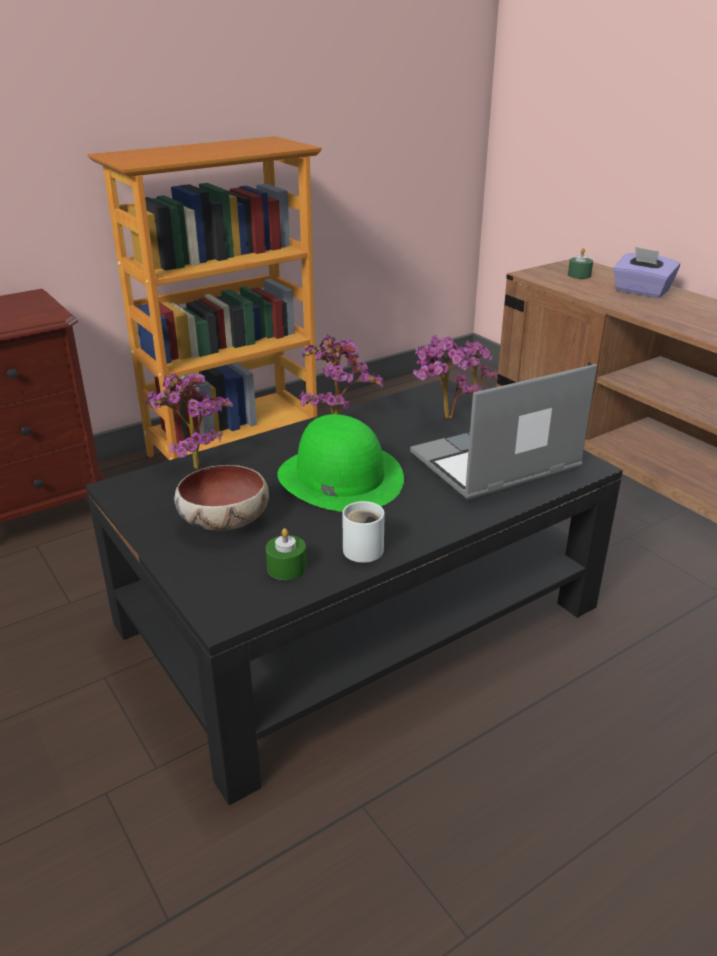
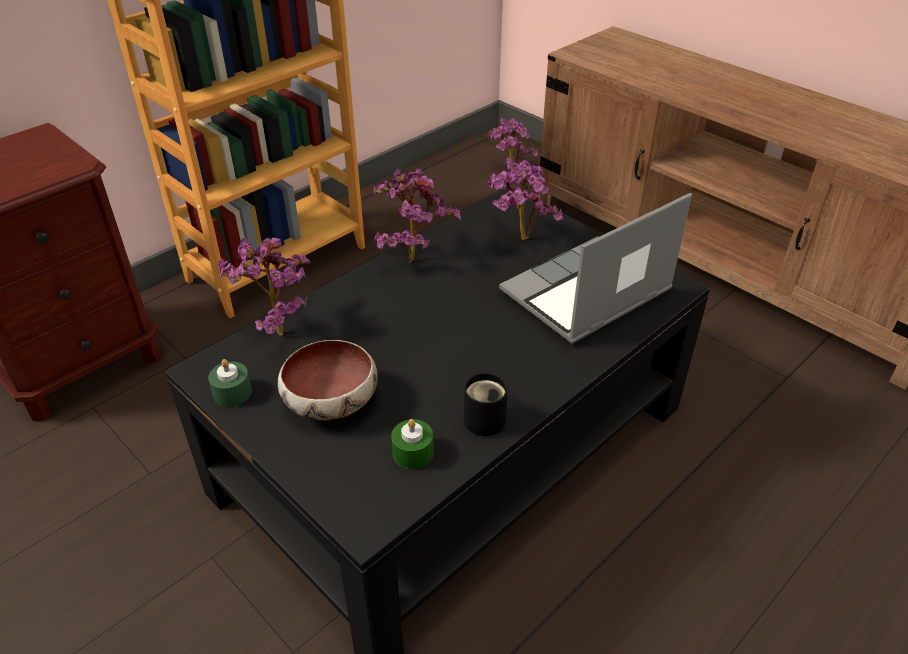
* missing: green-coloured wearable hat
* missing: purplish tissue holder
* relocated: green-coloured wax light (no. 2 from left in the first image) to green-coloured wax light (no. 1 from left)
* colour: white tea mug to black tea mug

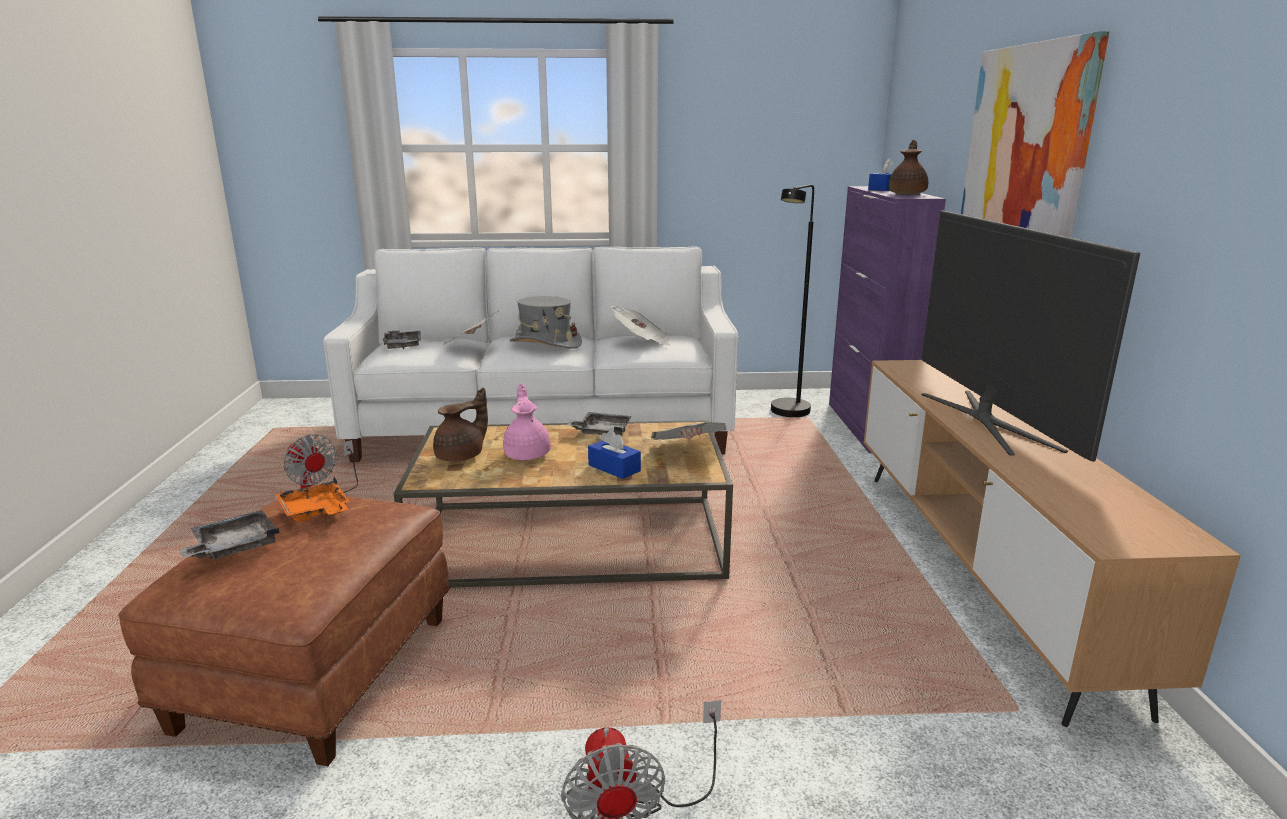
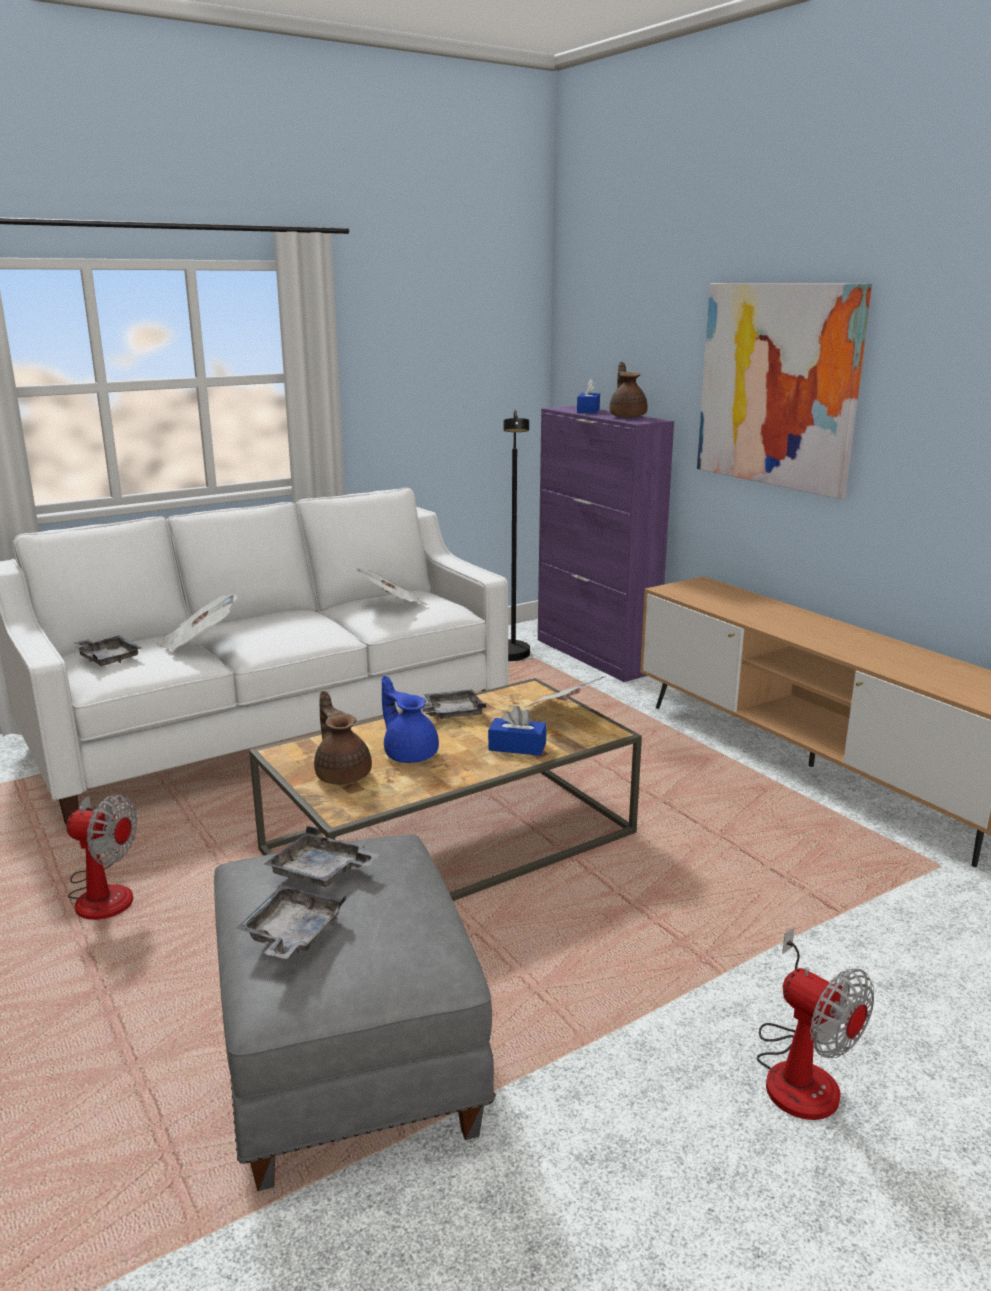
* missing: gray wearable hat
* missing: TV set
* colour: brownish ottoman to gray ottoman
* colour: orange serving tray to gray serving tray (no. 3 from left)
* colour: pink teapot to blue teapot
* spun: brownish teapot (no. 1 from left) 45 degrees counterclockwise

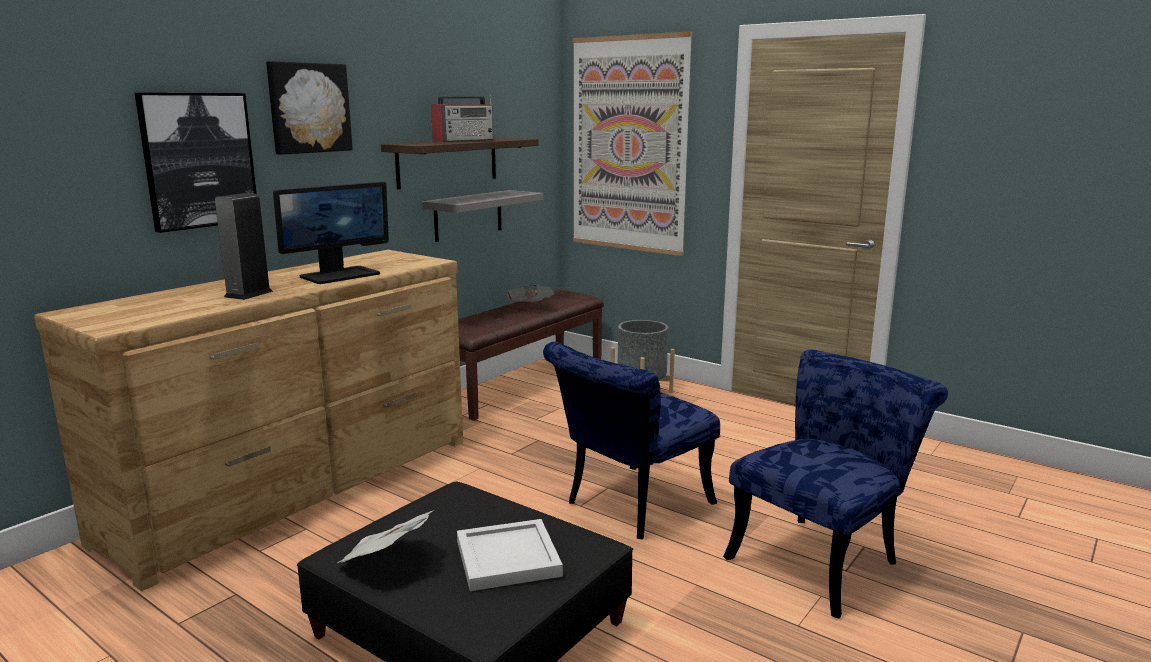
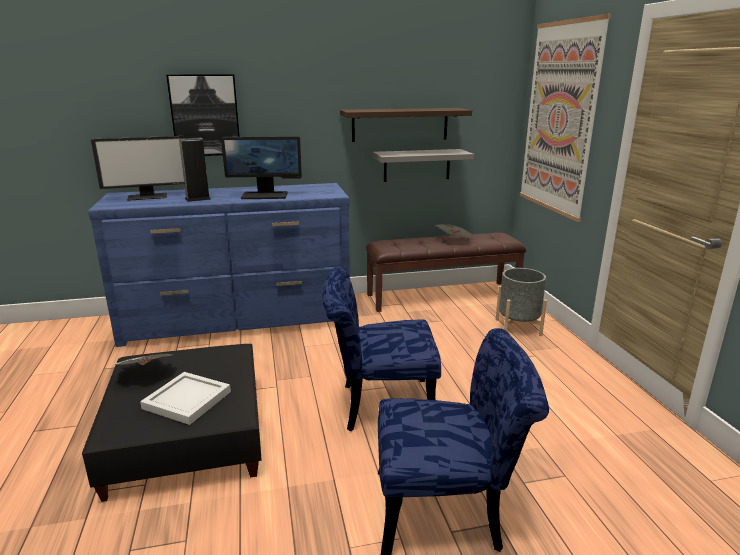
* missing: picture (no. 2 from left)
* missing: radio
* appeared: computer display (no. 1 from left)
* colour: brownish dresser to blue dresser

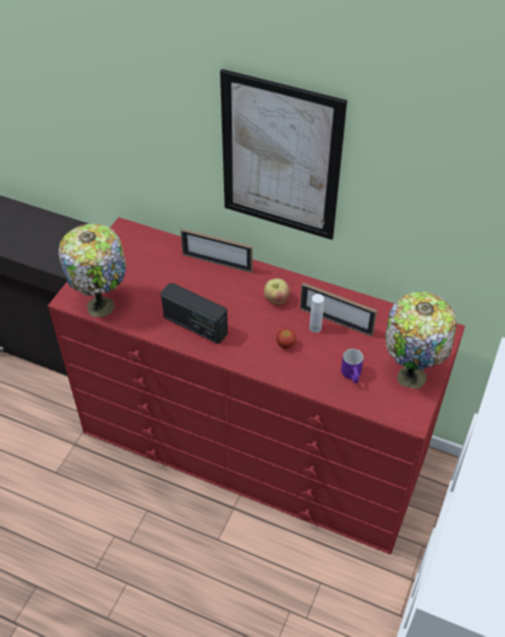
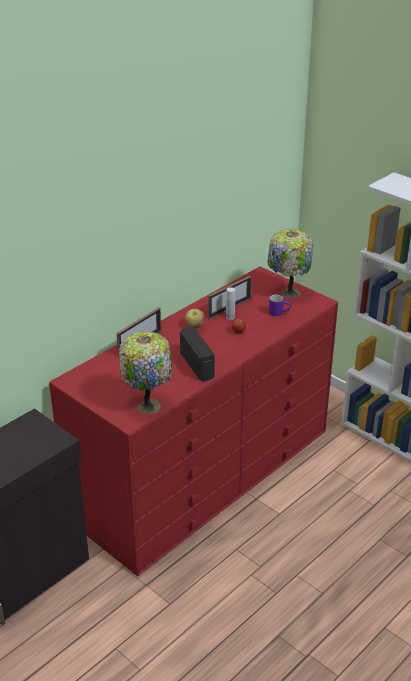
* missing: picture
* spun: radio 75 degrees counterclockwise

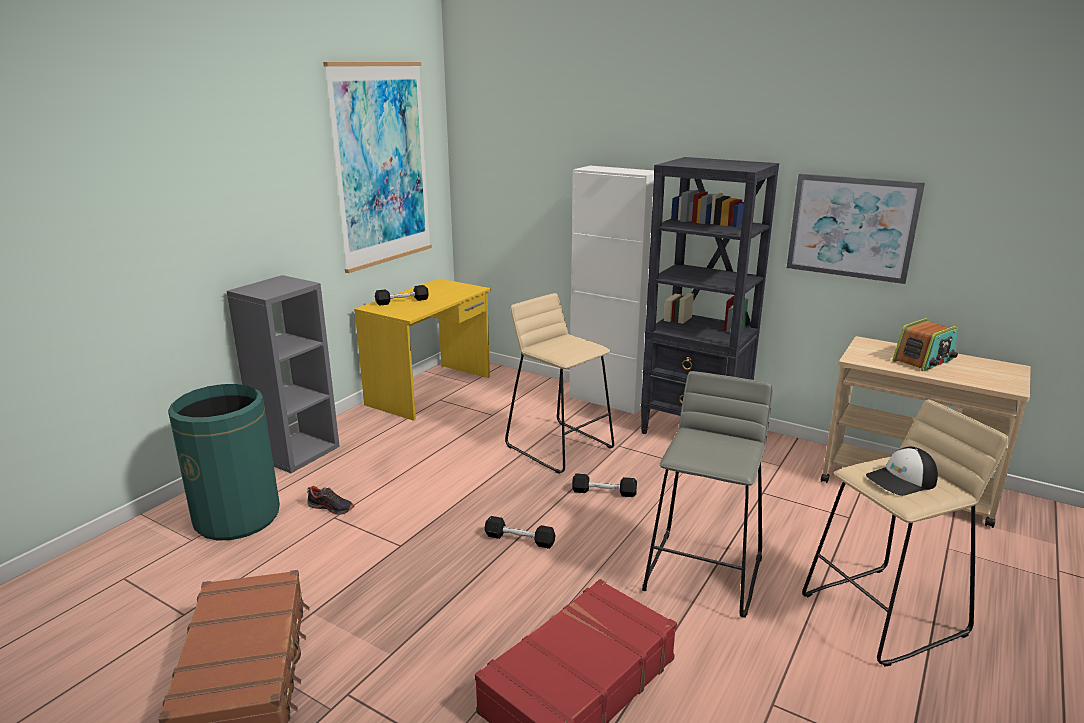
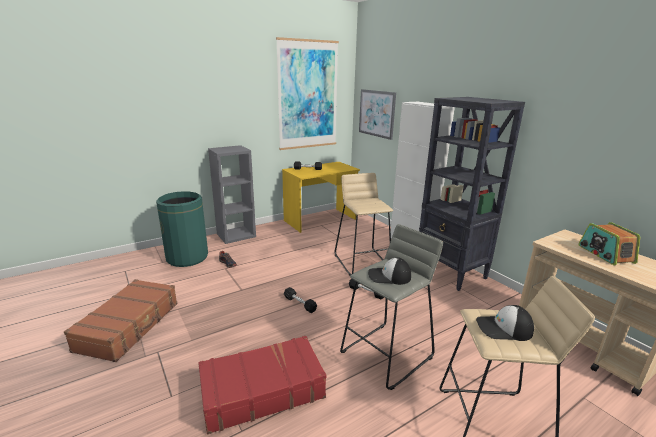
* appeared: peaked cap (no. 1 from left)
* relocated: picture (no. 2 from left)
* spun: radio 90 degrees clockwise

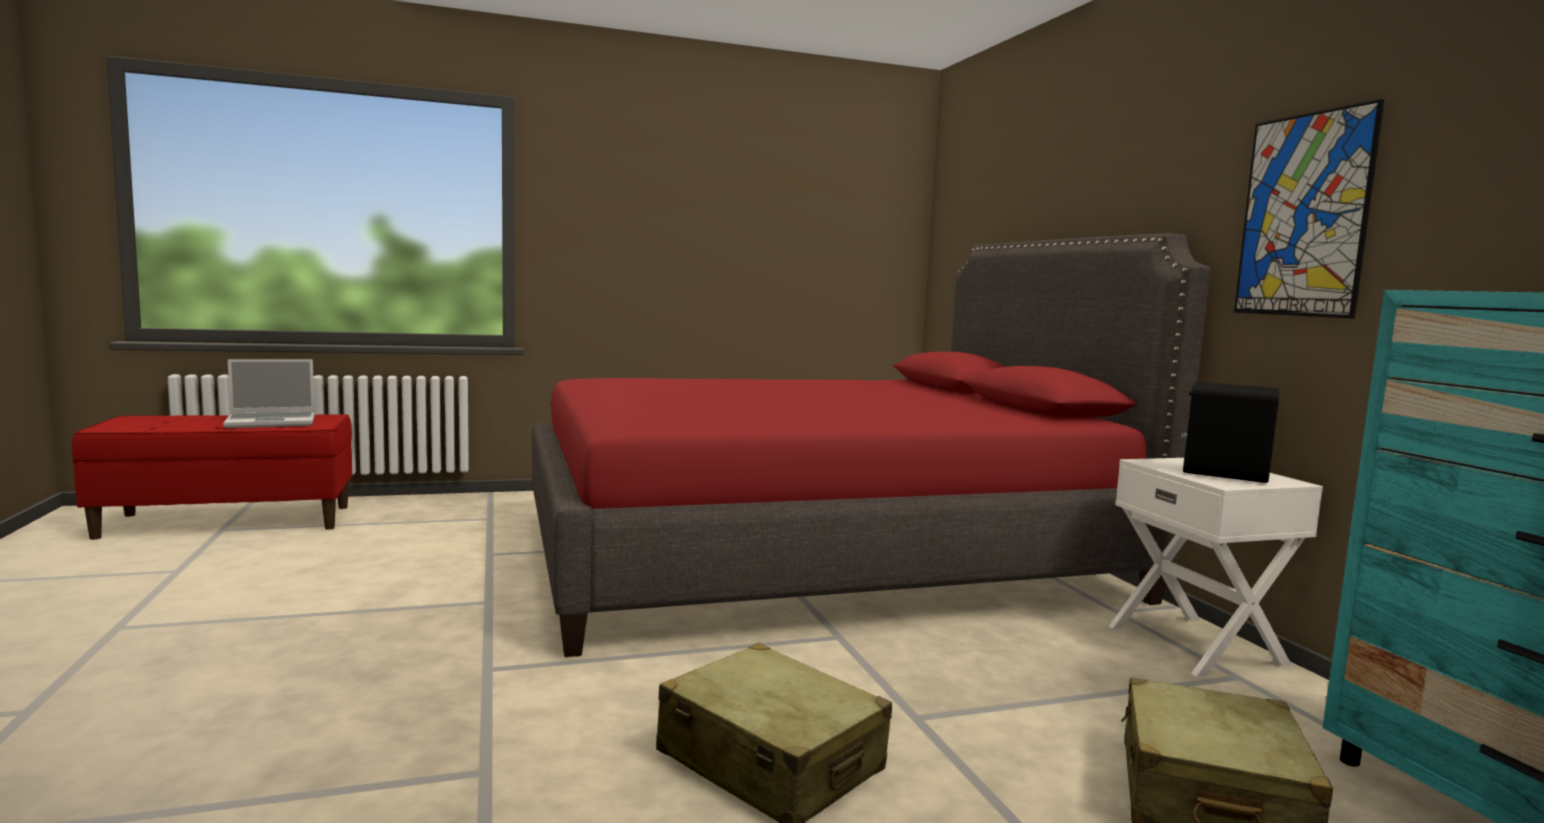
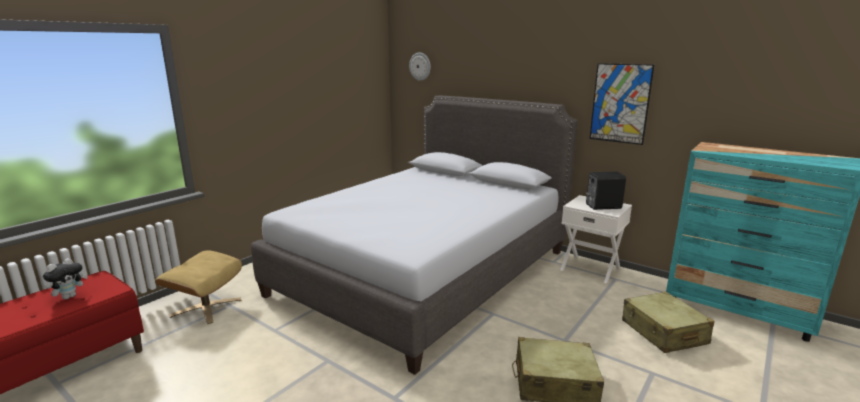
* appeared: beige-coloured ottoman
* appeared: clock on the wall
* exchanged: portable computer to plush toy
* colour: red-coloured sleeping bed to gray sleeping bed

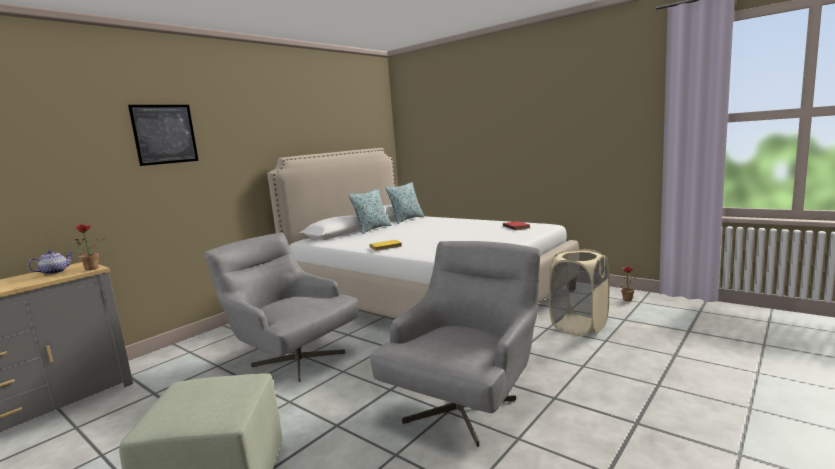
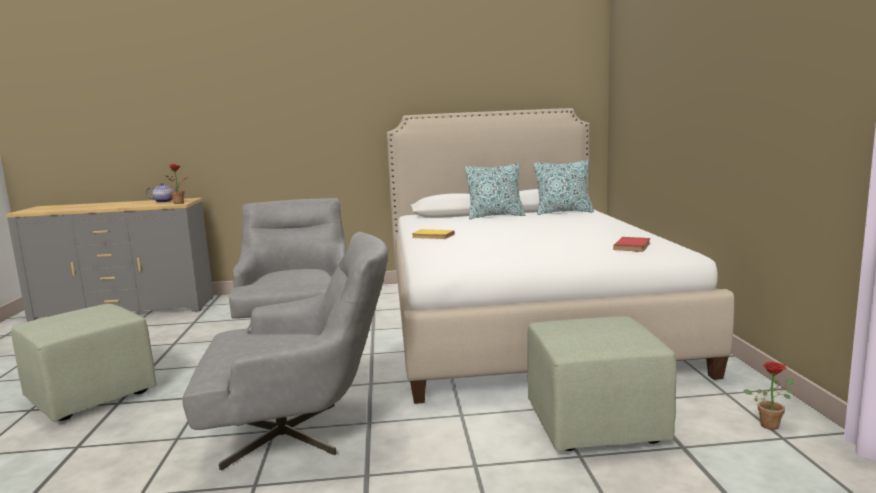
* missing: picture
* exchanged: beige-coloured washing basket to green-coloured ottoman (no. 2 from left)

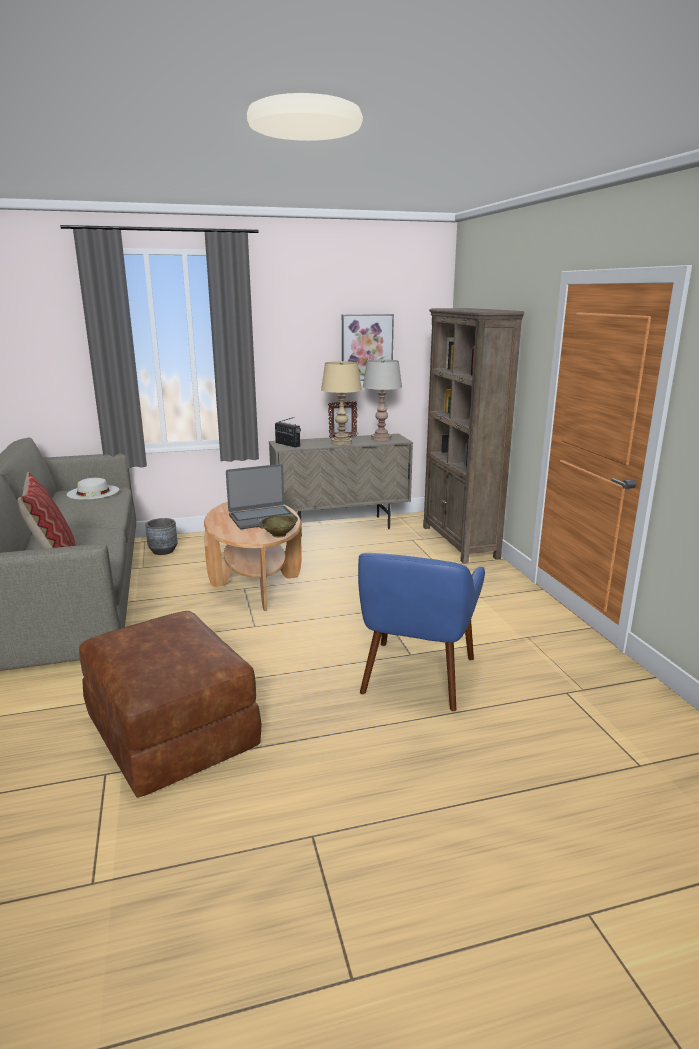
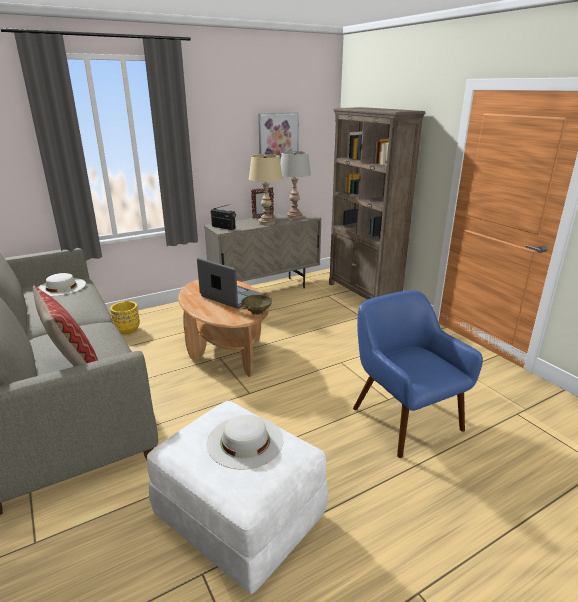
* appeared: white wearable hat (no. 2 from left)
* colour: brownish ottoman to white ottoman
* colour: gray planter to yellowish planter
* spun: portable computer 105 degrees counterclockwise
* spun: blue easy chair 150 degrees clockwise

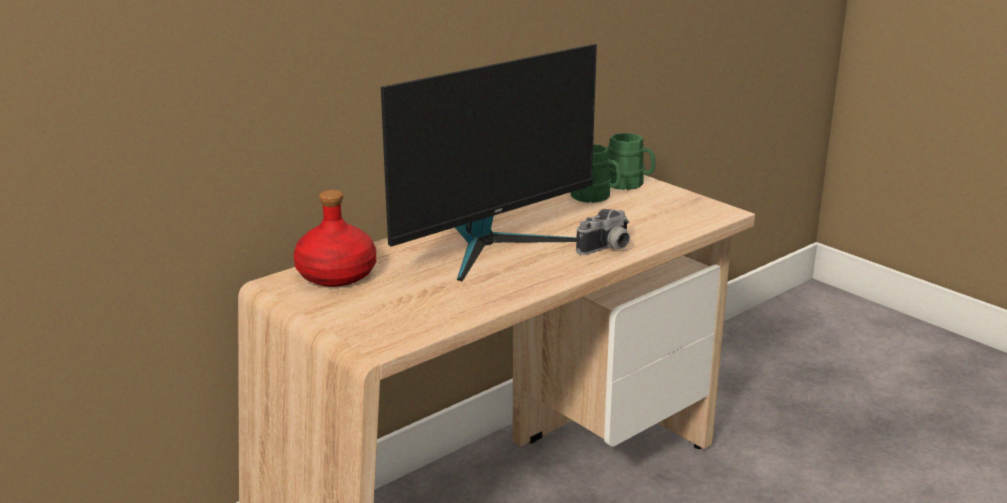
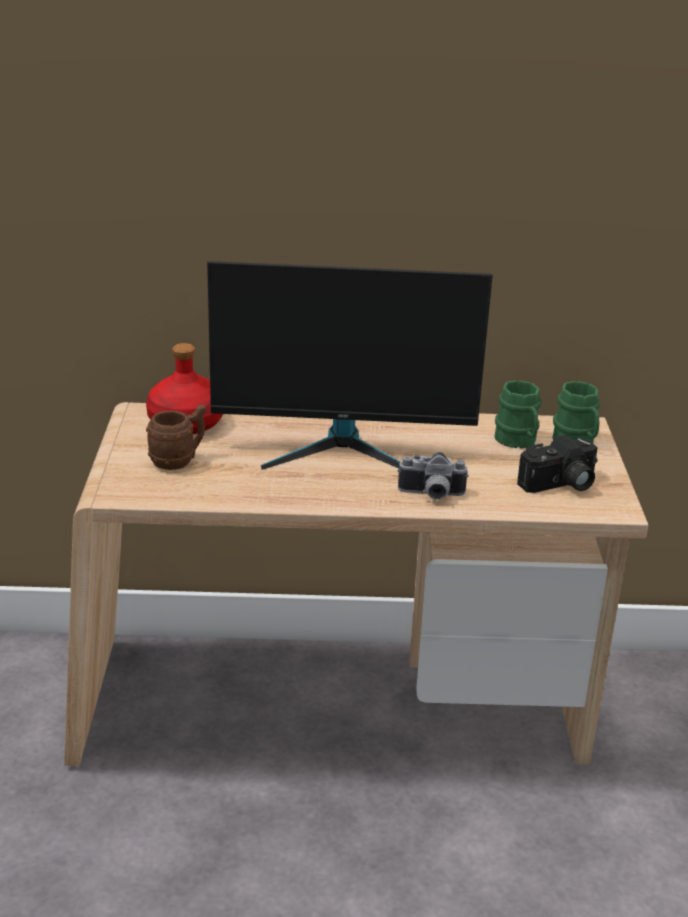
* appeared: brownish tea mug
* appeared: still camera (no. 2 from left)

